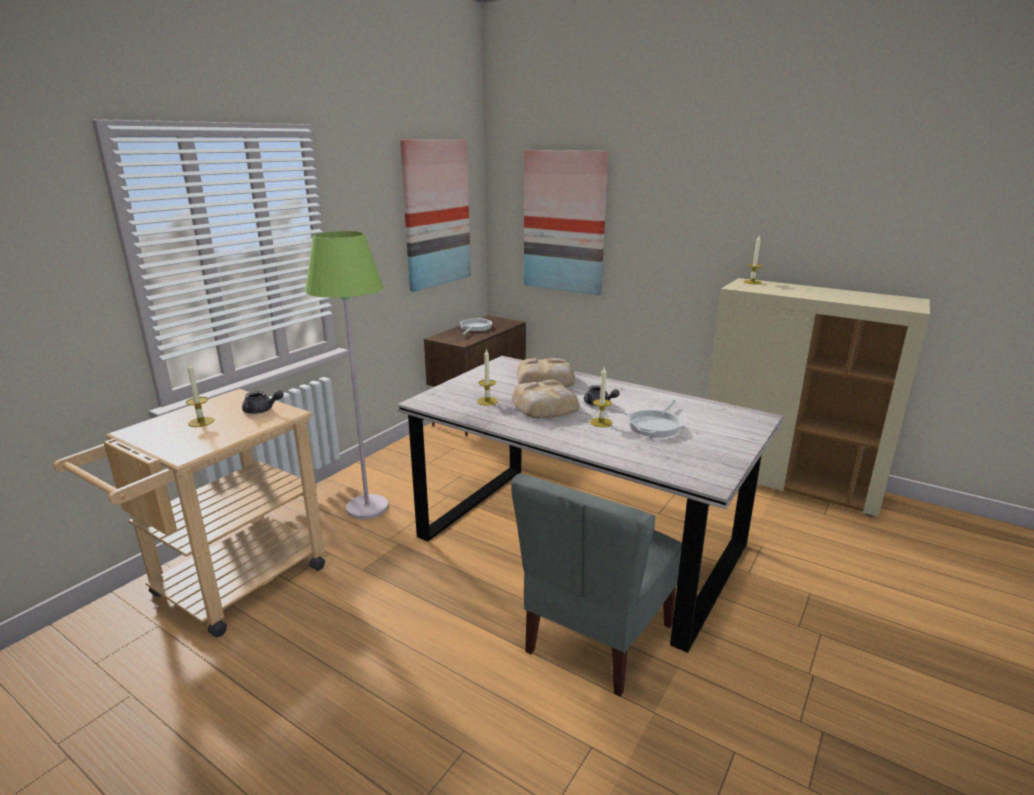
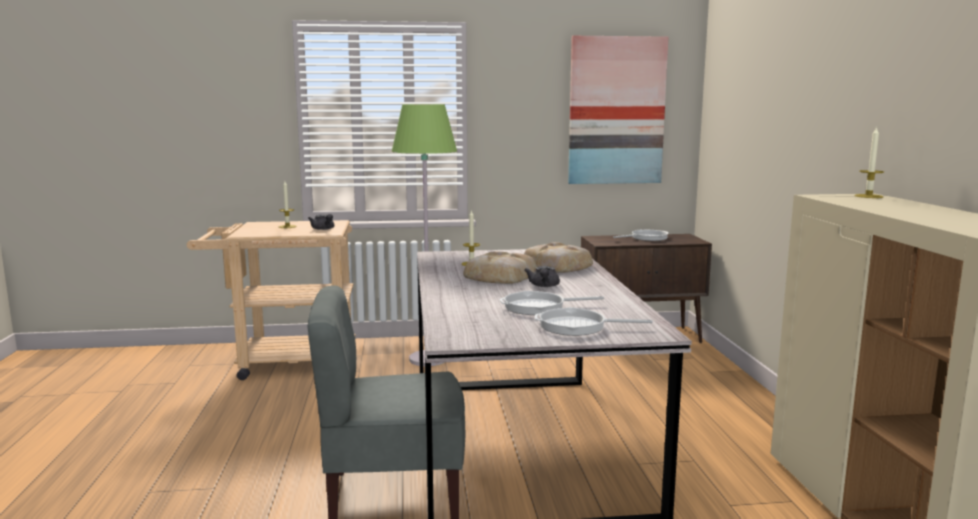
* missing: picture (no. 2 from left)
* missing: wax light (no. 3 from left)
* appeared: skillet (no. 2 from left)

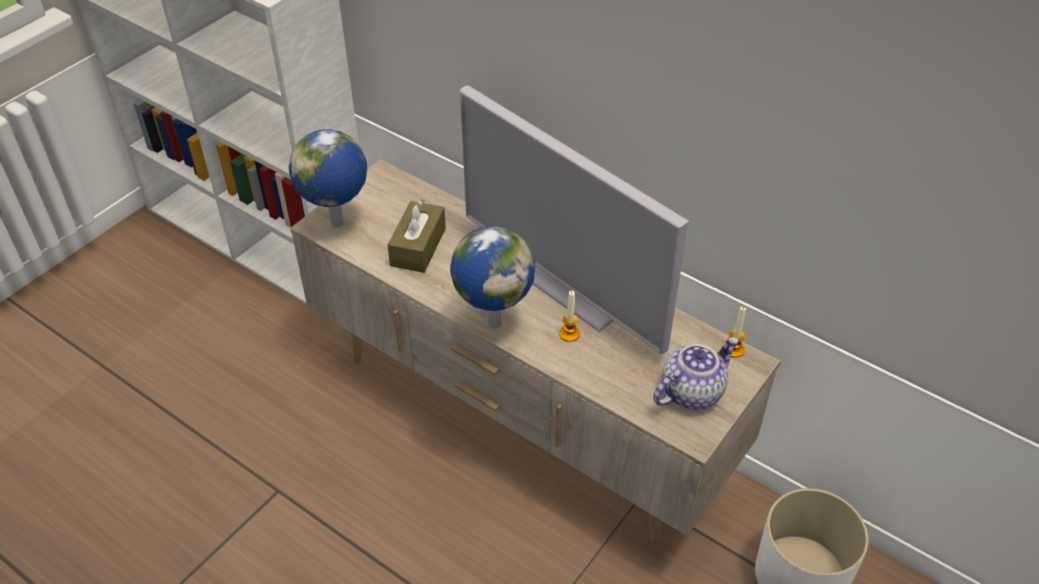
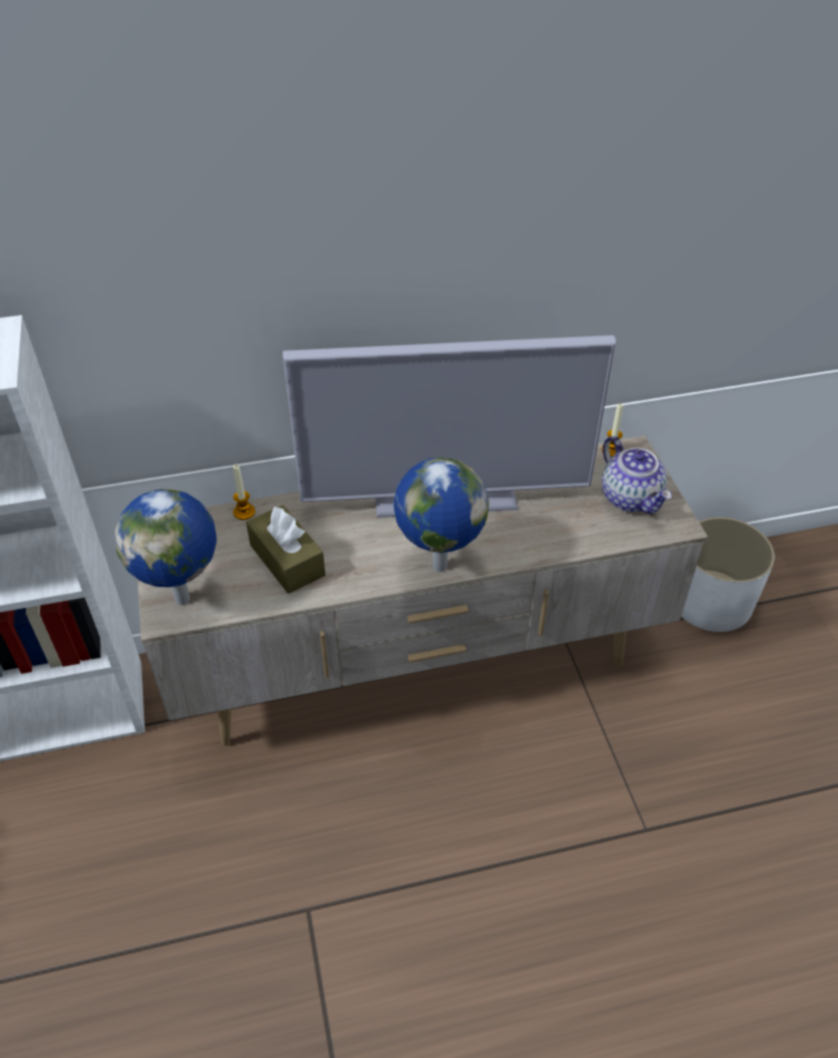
* relocated: wax light (no. 1 from left)
* spun: teapot 150 degrees clockwise

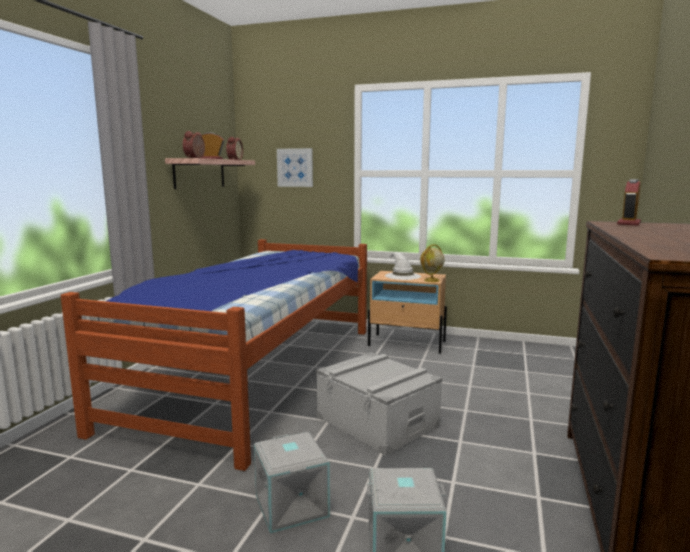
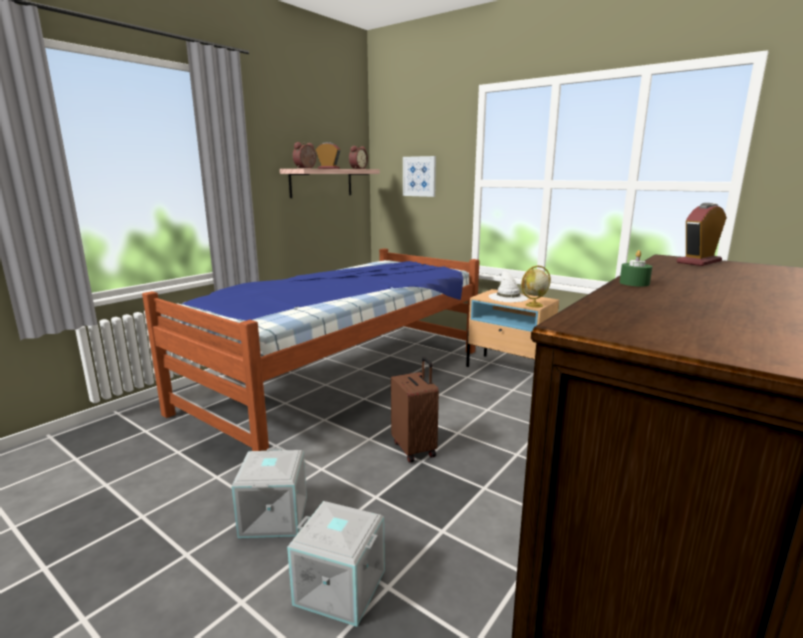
* appeared: green-coloured wax light
* exchanged: gray storage box (no. 2 from left) to brownish piece of luggage

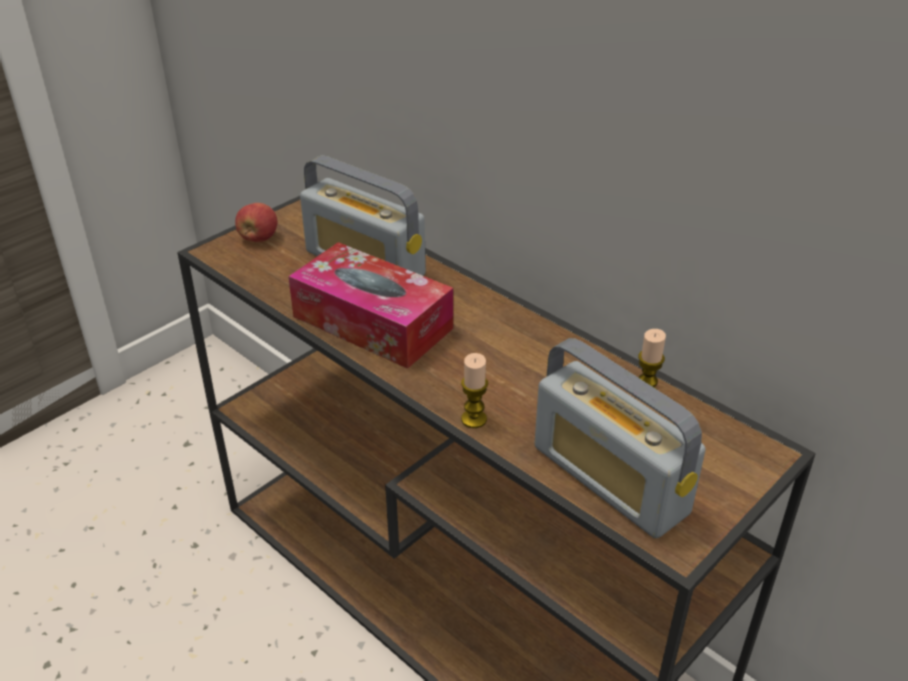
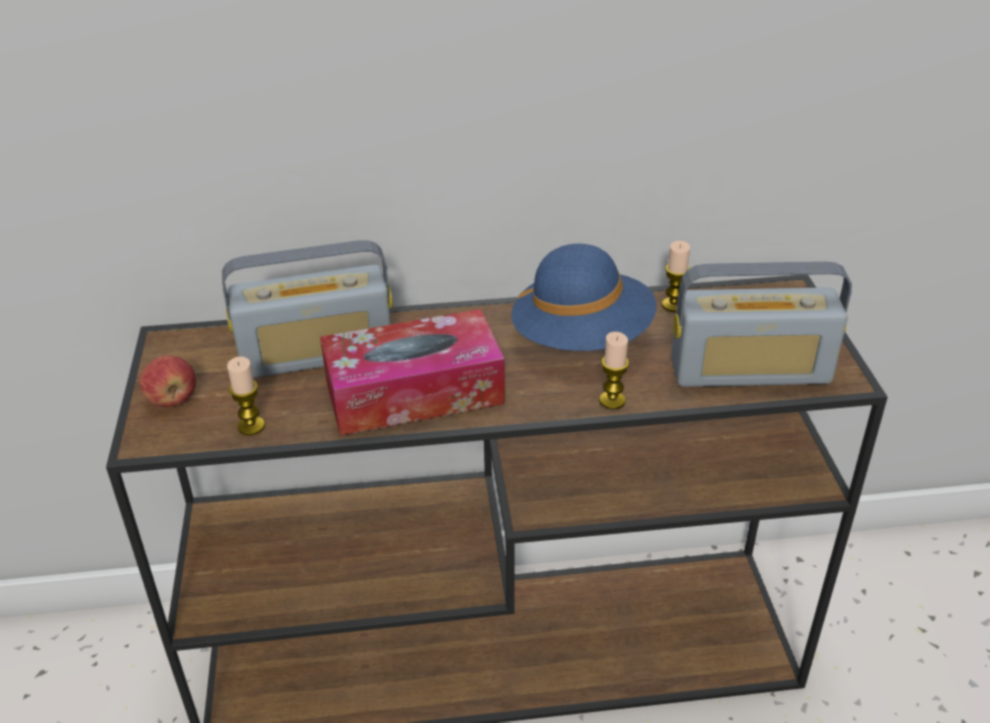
* appeared: wax light (no. 1 from left)
* appeared: blue wearable hat

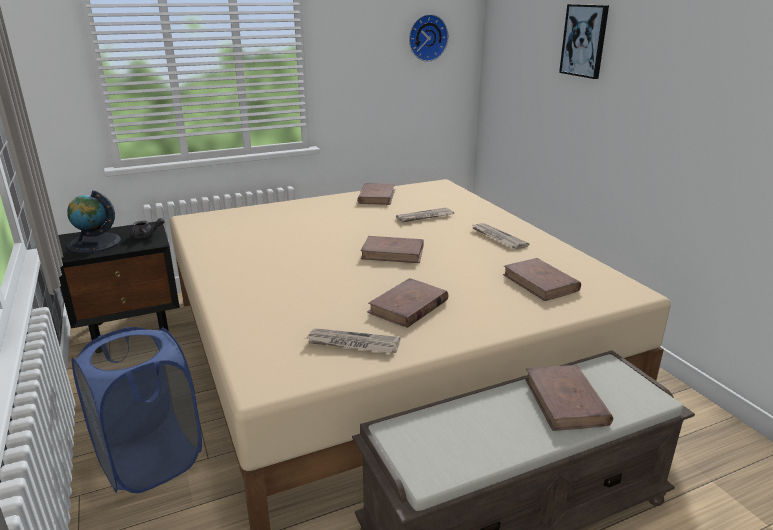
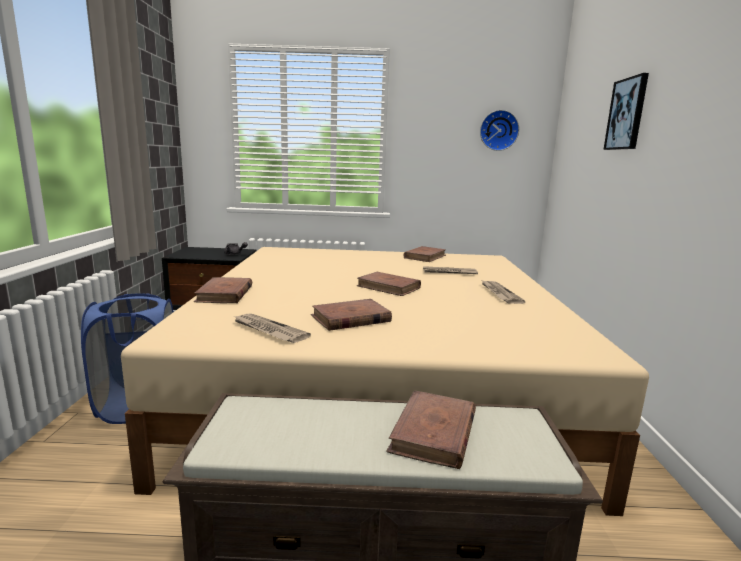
* missing: desk globe
* relocated: brownish bound book (no. 4 from left in the first image) to brownish bound book (no. 1 from left)

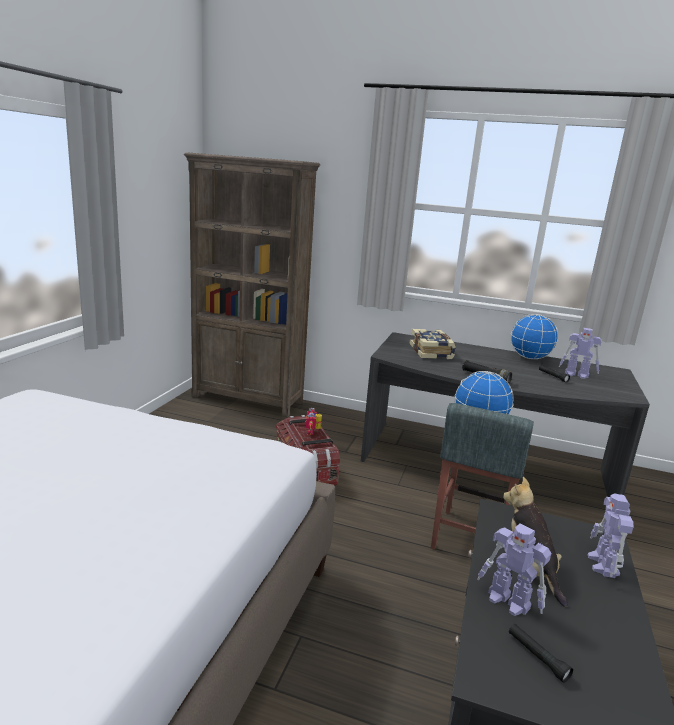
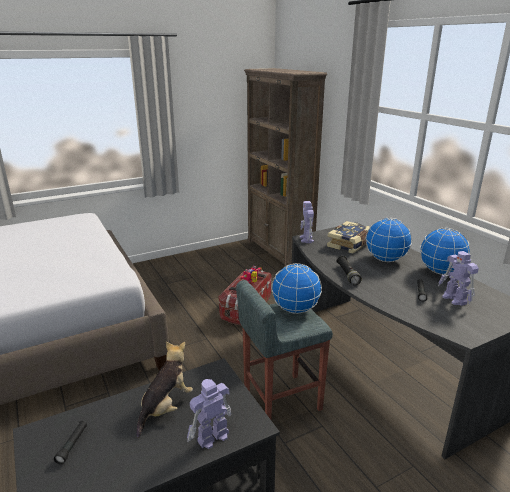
* appeared: desk globe (no. 2 from left)
* relocated: toy robot (no. 2 from left in the first image) to toy robot (no. 3 from left)

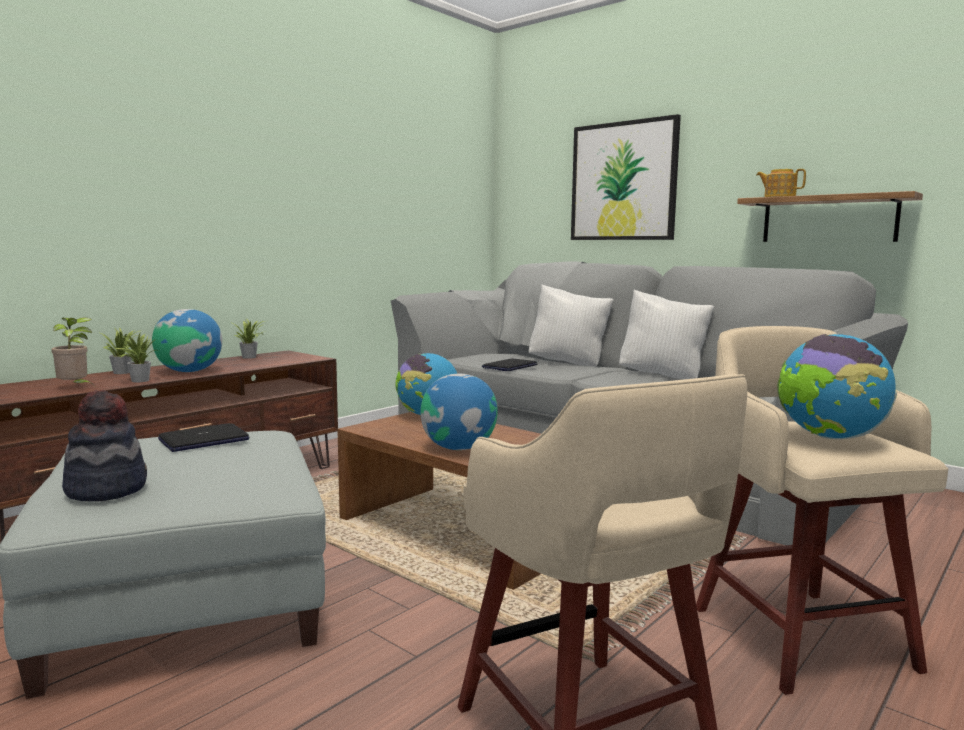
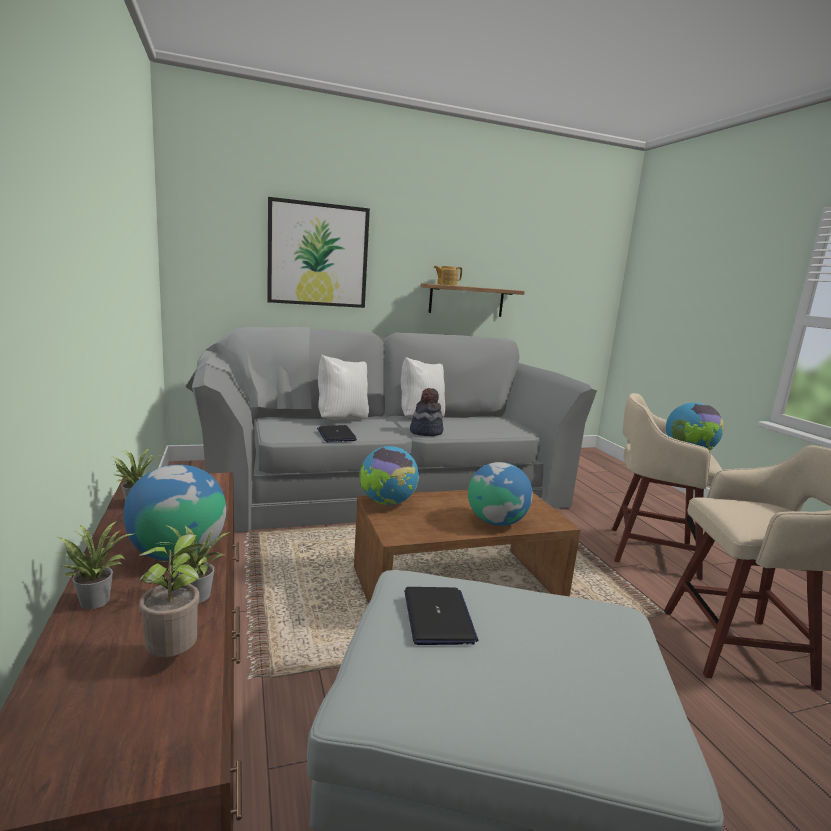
* relocated: wearable hat

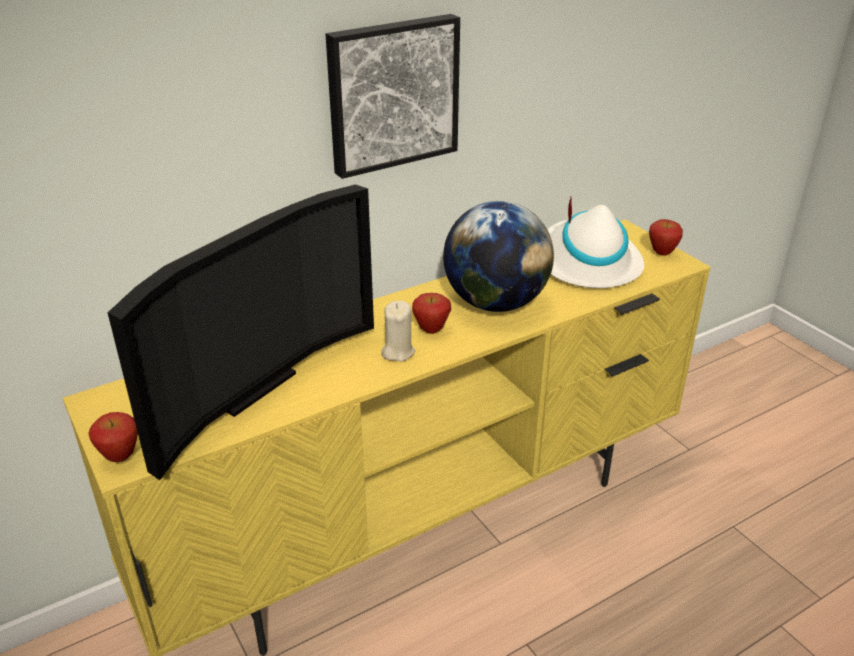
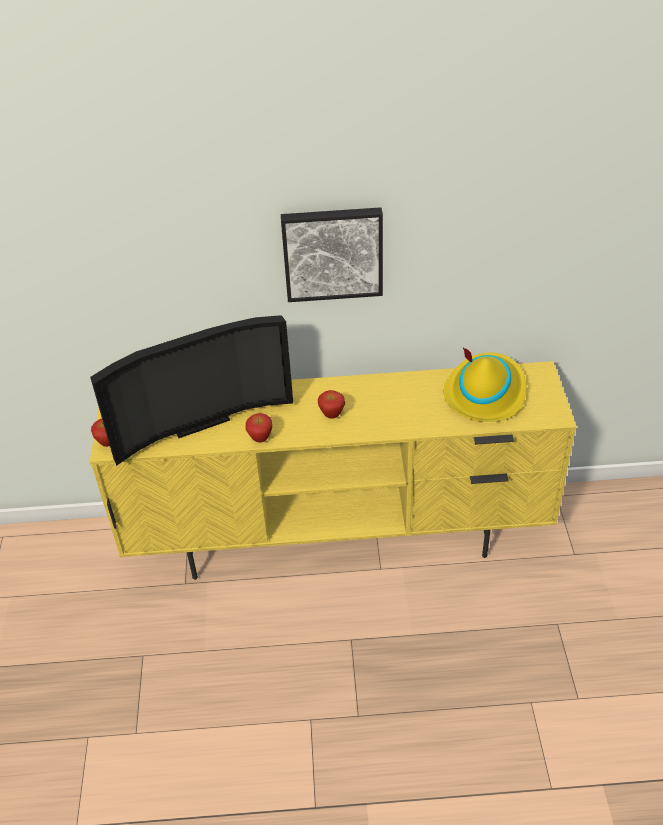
* missing: beige-coloured wax light
* missing: desk globe
* relocated: whole apple (no. 3 from left in the first image) to whole apple (no. 2 from left)
* colour: white wearable hat to yellowish wearable hat

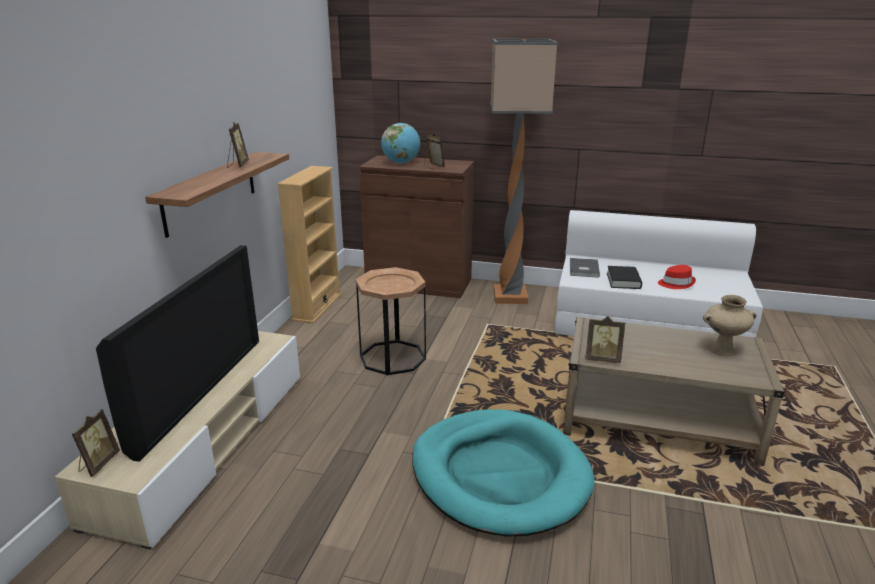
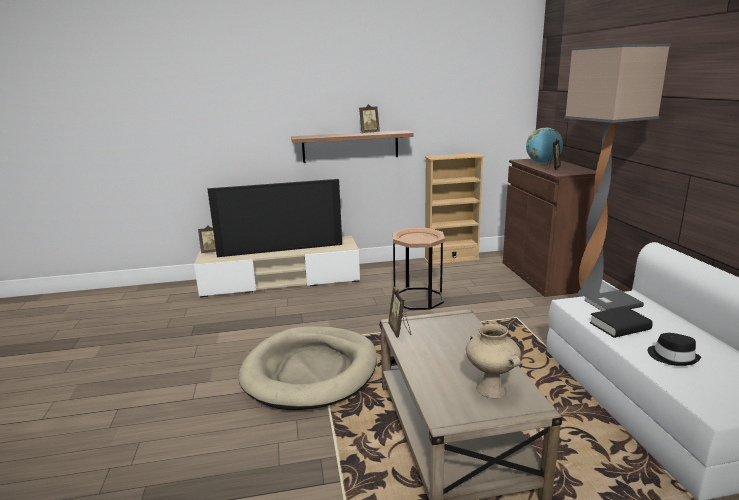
* colour: turquoise-coloured pet bed to beige-coloured pet bed
* colour: red-coloured wearable hat to black wearable hat

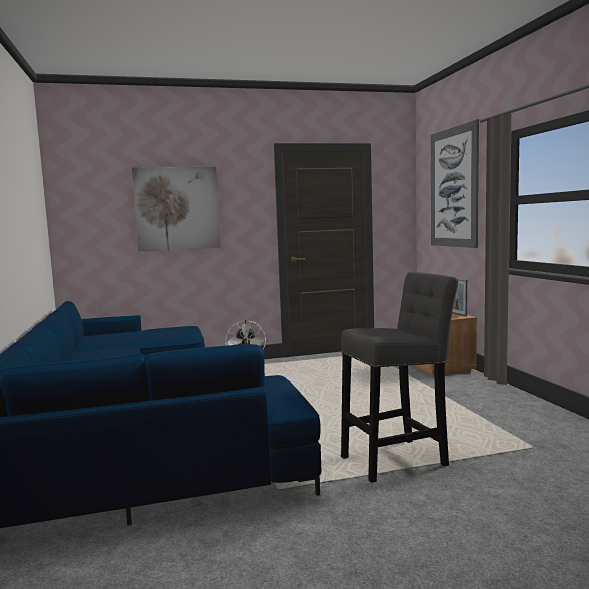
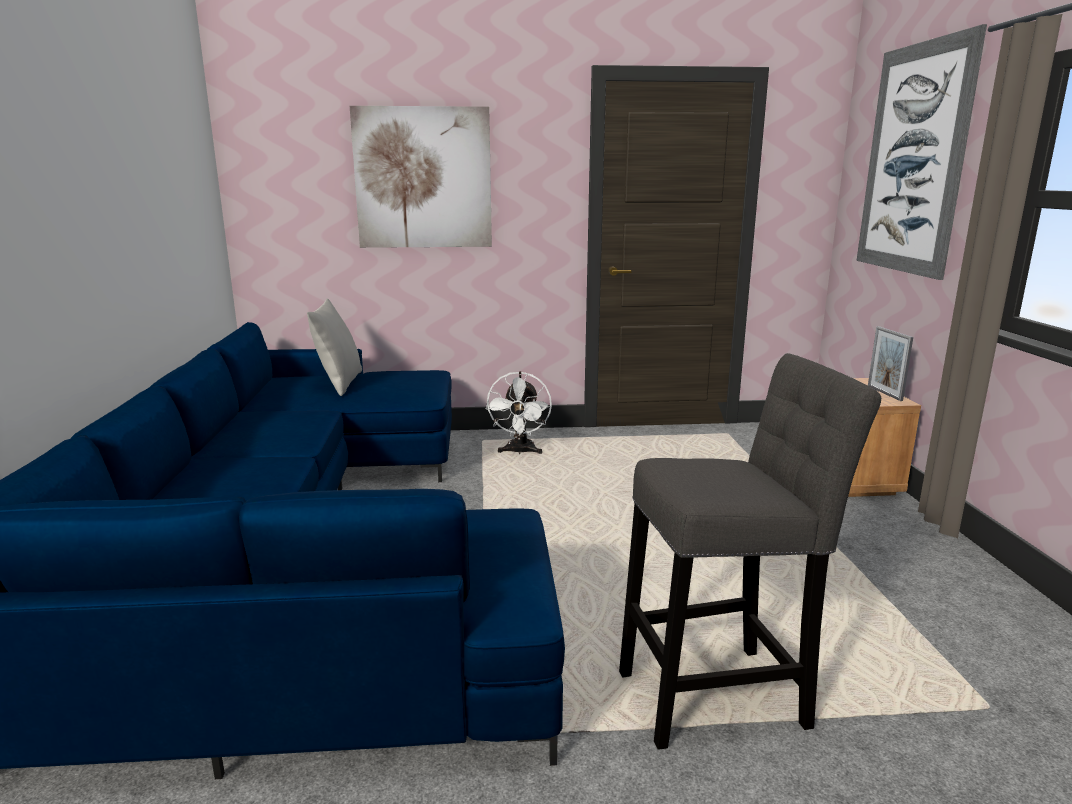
* appeared: gray throw pillow

